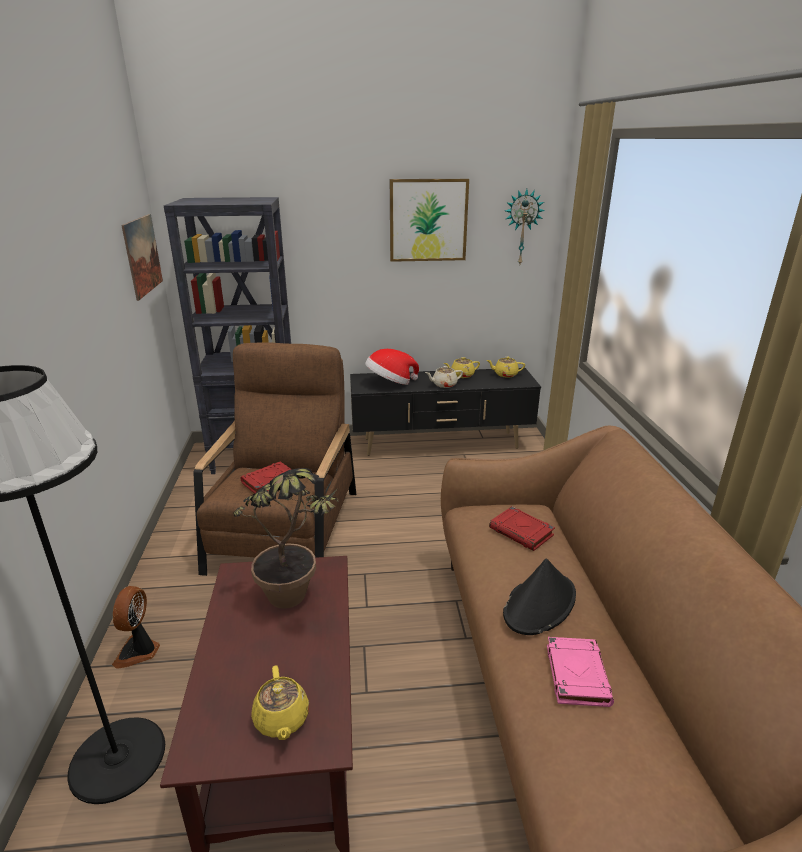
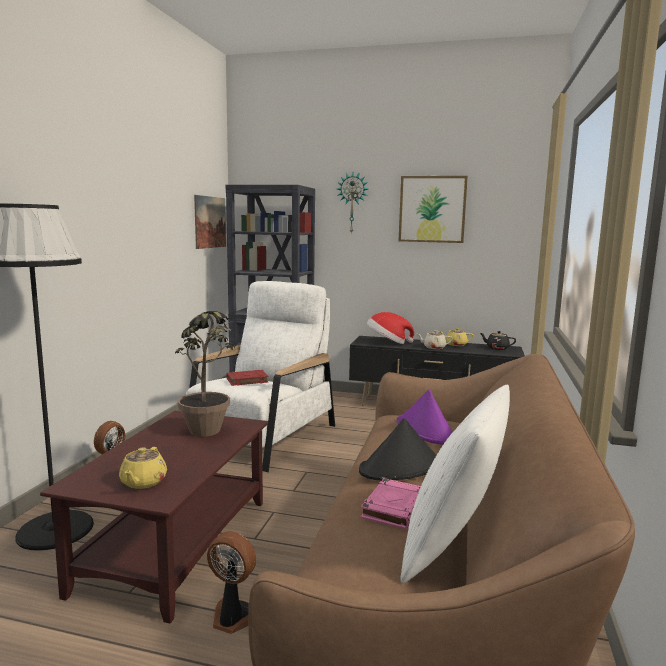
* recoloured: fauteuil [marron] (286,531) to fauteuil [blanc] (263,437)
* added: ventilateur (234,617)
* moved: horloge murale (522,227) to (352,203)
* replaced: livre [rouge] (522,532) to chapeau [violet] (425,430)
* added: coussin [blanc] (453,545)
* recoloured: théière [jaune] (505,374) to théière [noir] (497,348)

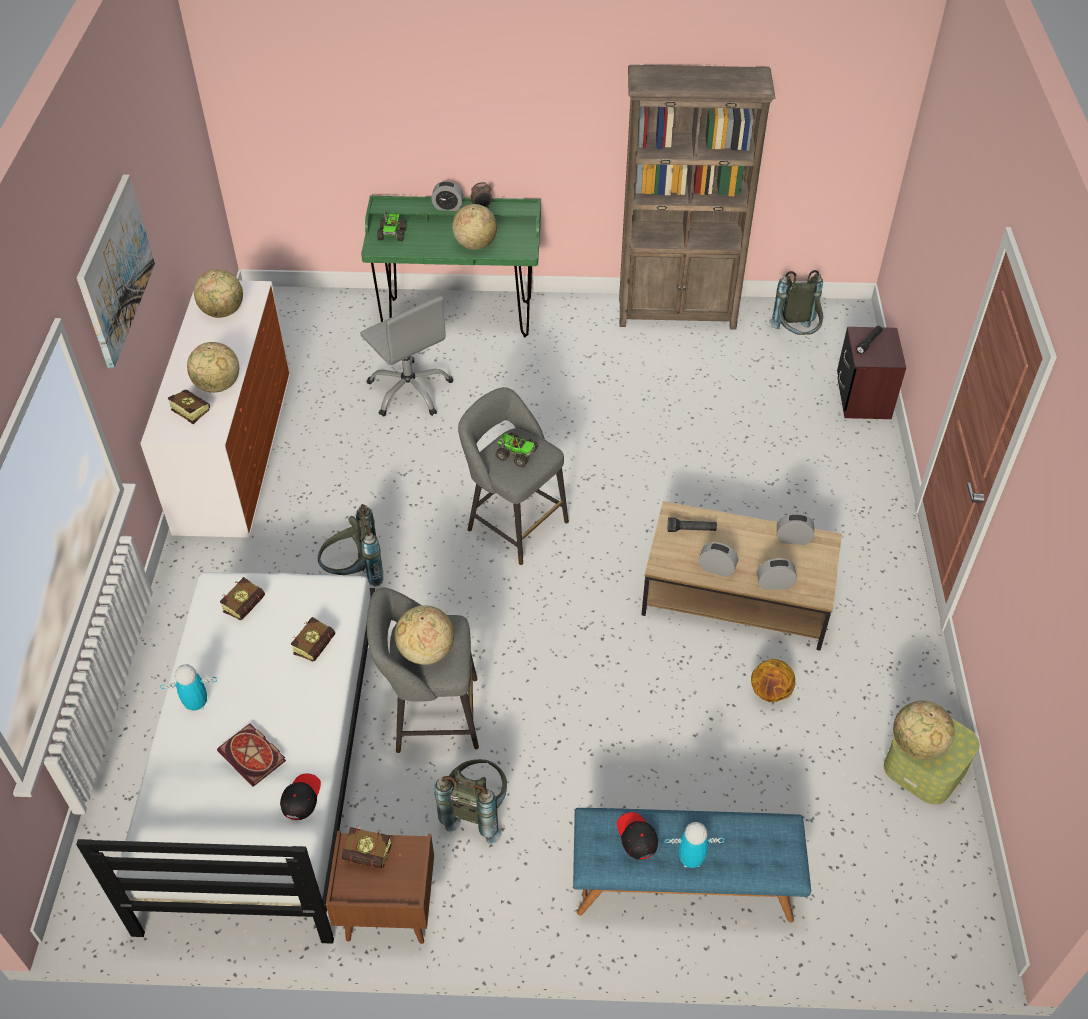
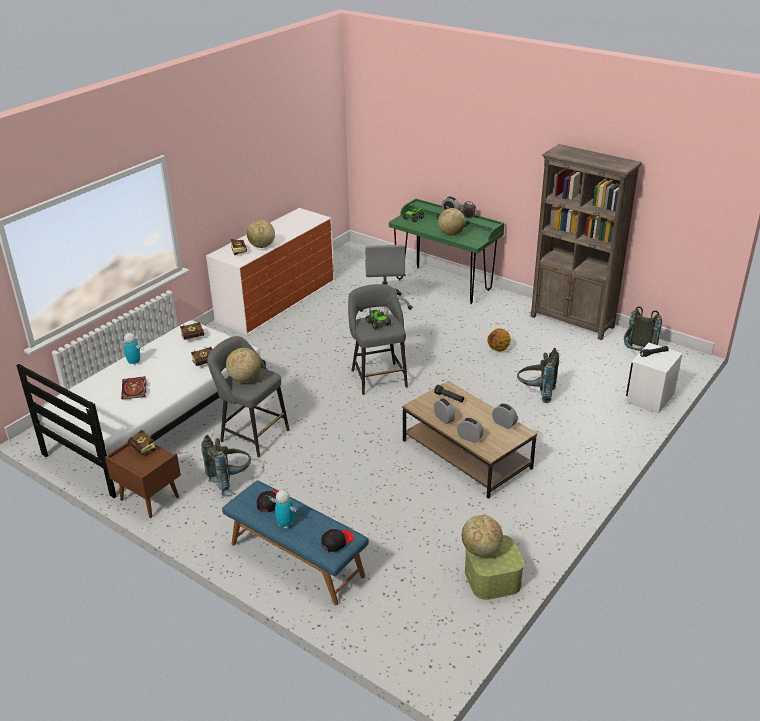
* moved: casquette [noir] (301,798) to (337,542)
* moved: ballon de basket (770,692) to (498,349)
* moved: sac à dos [gris] (354,573) to (536,393)
* recoloured: table de chevet [marron] (863,398) to table de chevet [blanc] (649,398)
* removed: tableau (115,270)
* removed: globe (223,312)

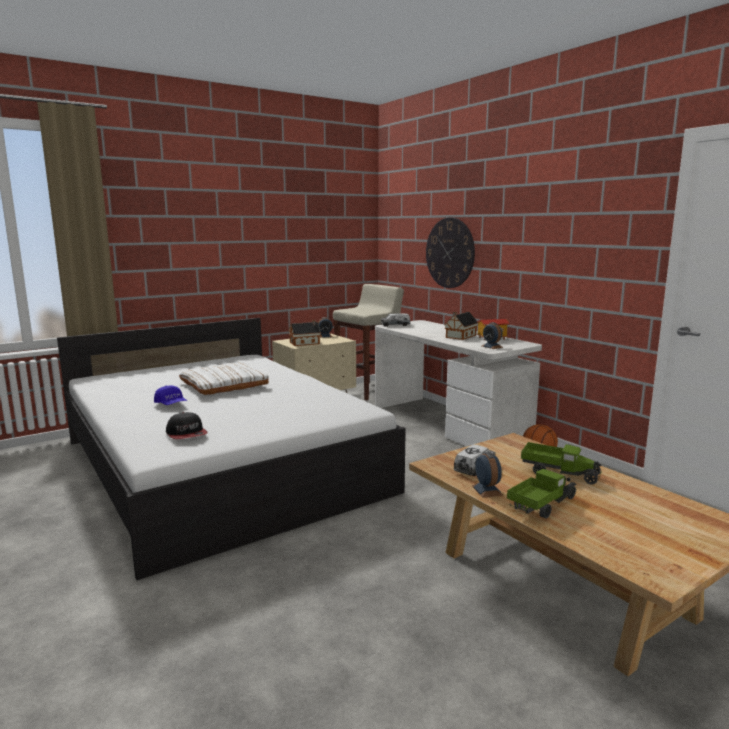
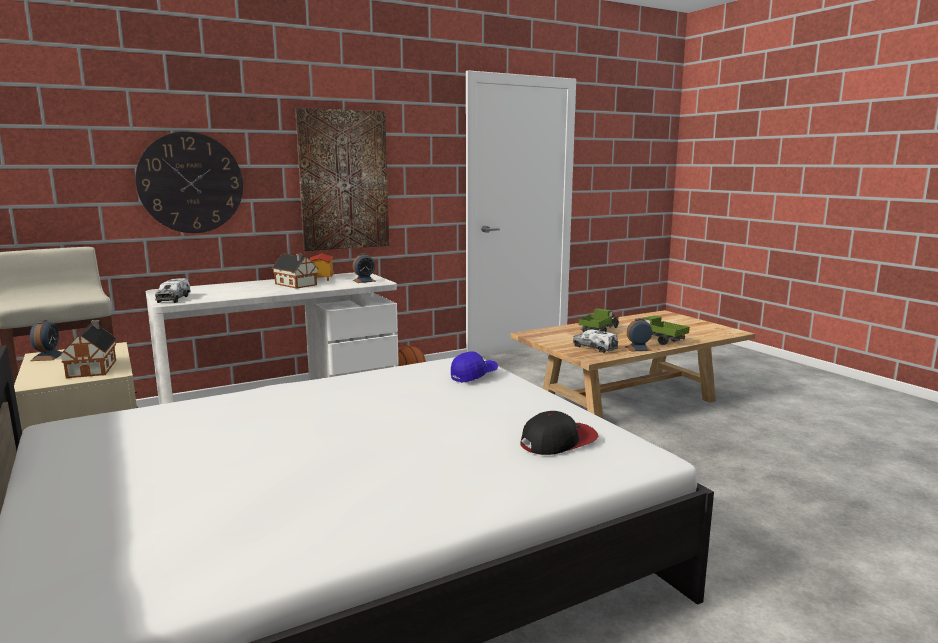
* added: tableau (343,180)
* moved: casquette [bleu] (171,404) to (474,376)
* removed: coussin [blanc] (224,385)

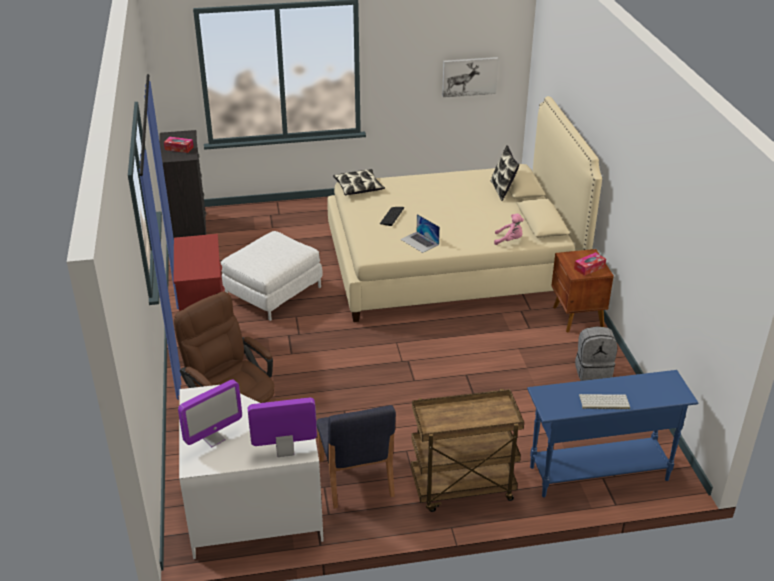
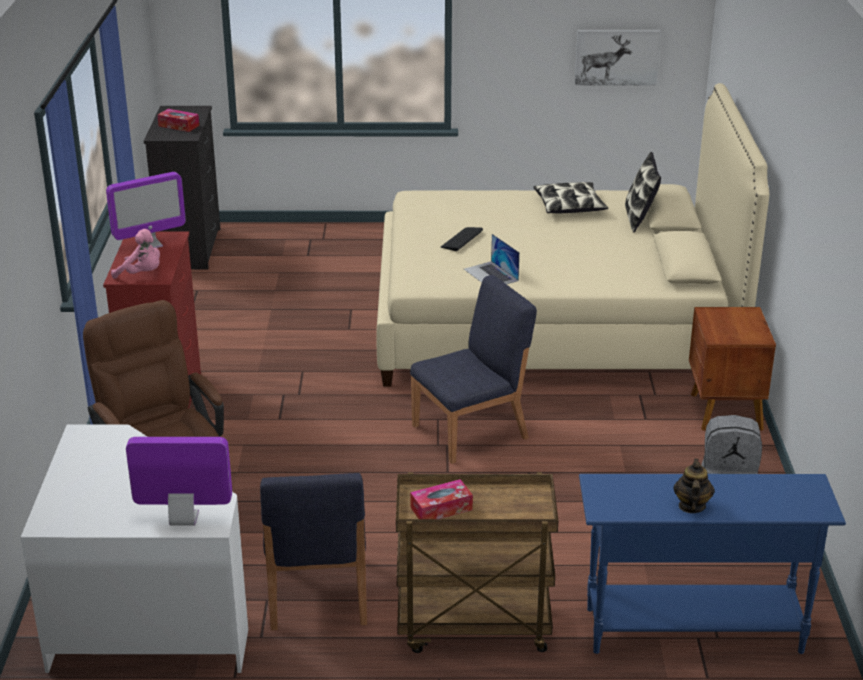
* moved: écran d'ordinateur (213,439) to (150,244)
* moved: peluche [rose] (509,240) to (141,274)
* added: chaise [bleu] (471,431)
* moved: boîte à mouchoirs (589,268) to (441,508)
* moved: coussin (358,187) to (569,206)
* replaced: clavier (603,402) to théière (691,506)
* removed: pouf [blanc] (273,292)

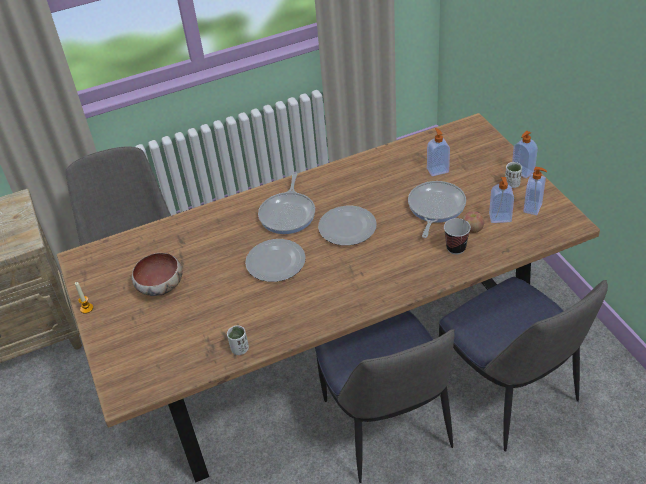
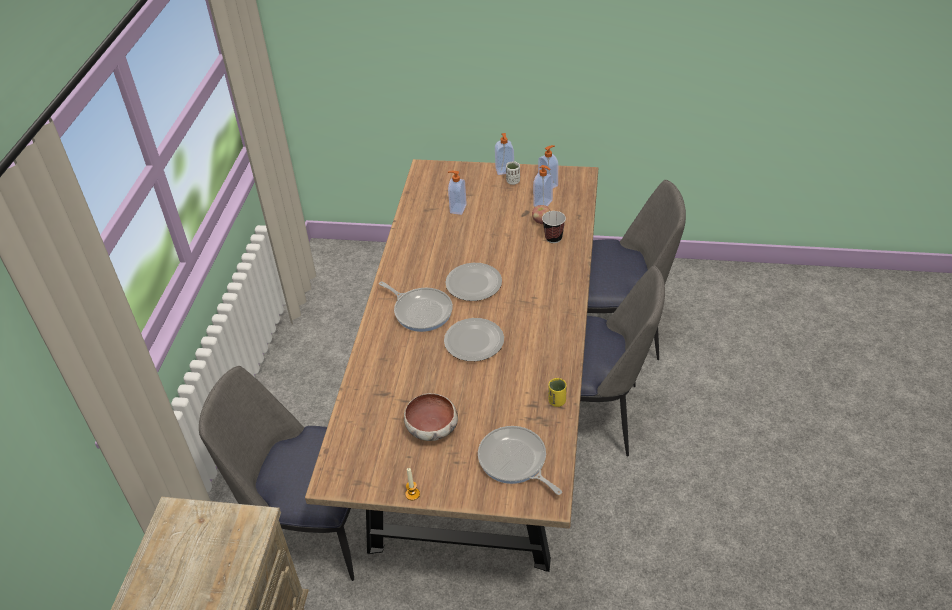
* moved: poêle (435,208) to (514,461)
* recoloured: tasse [blanc] (240,349) to tasse [jaune] (557,401)

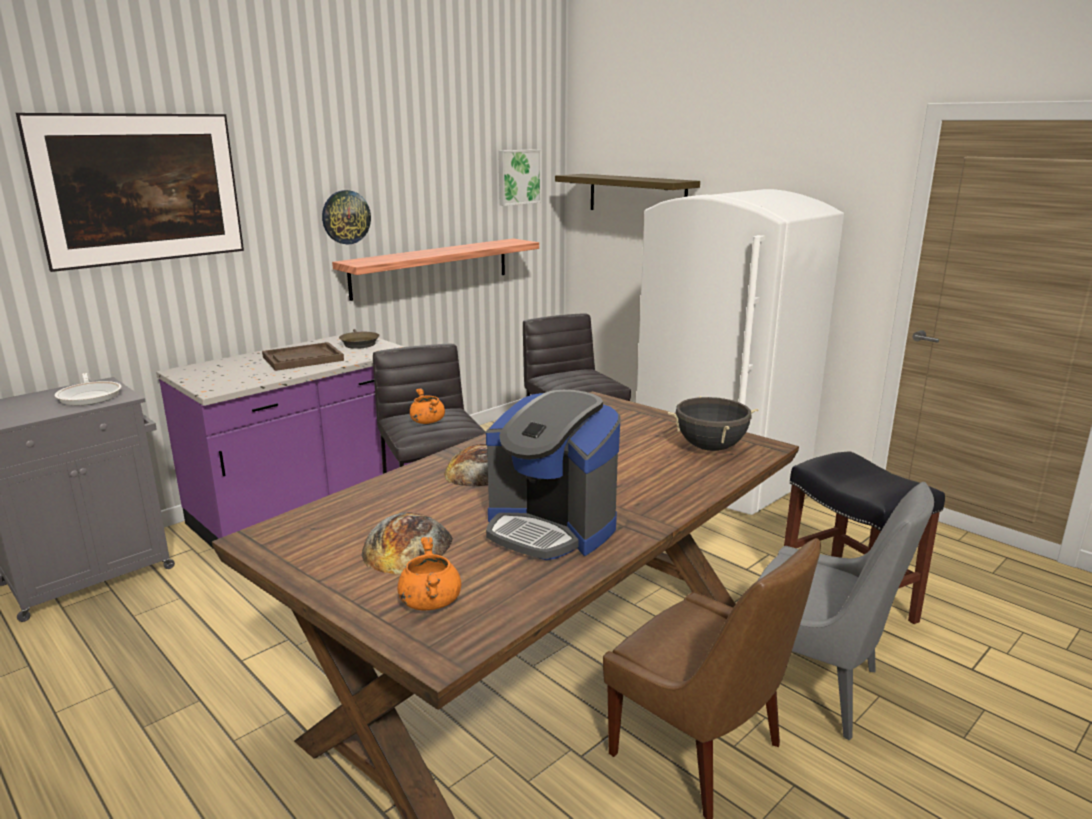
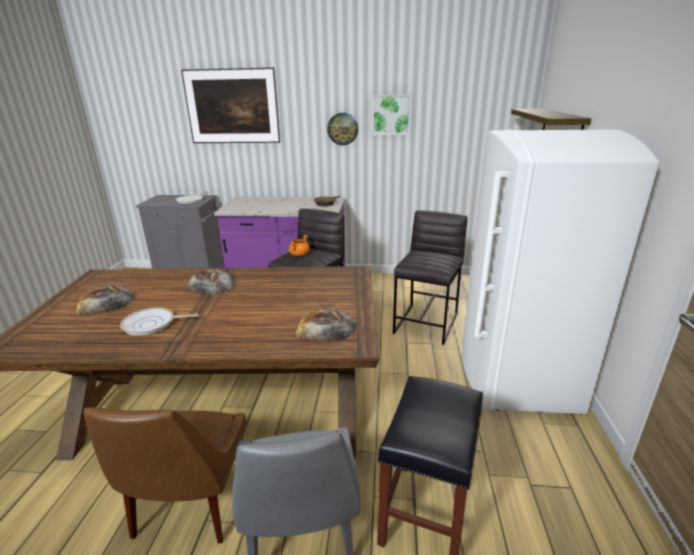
* replaced: machine à café (551,528) to poêle (152,325)
* replaced: marmite [noir] (710,448) to pain (326,328)
* moved: tableau (518,177) to (391,114)
* removed: plateau [marron] (303,359)
* removed: étagère (431,267)
* removed: marmite [orange] (429,601)

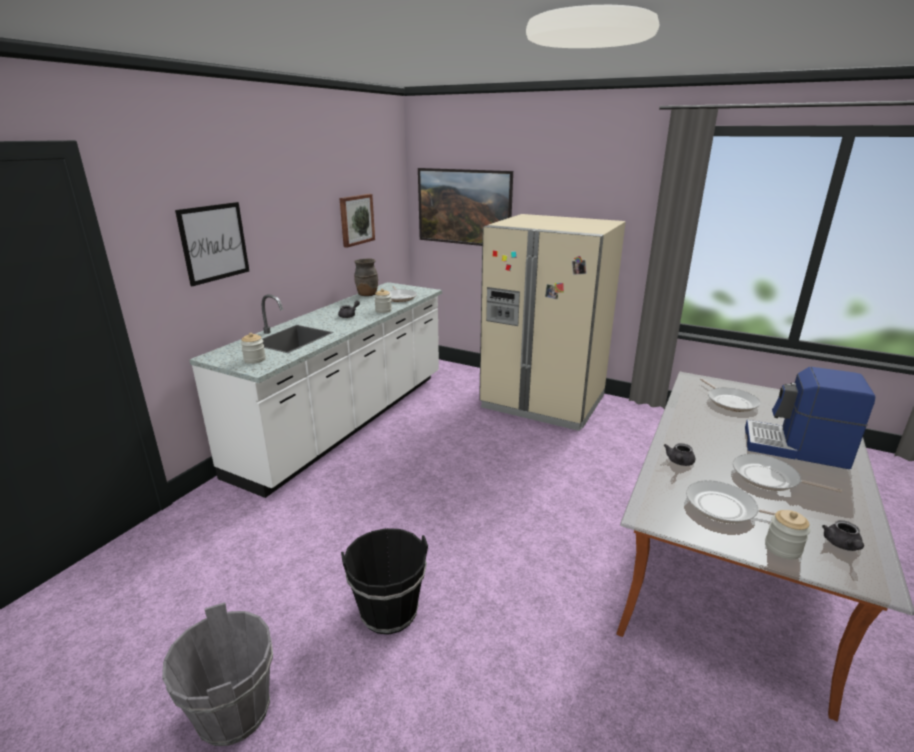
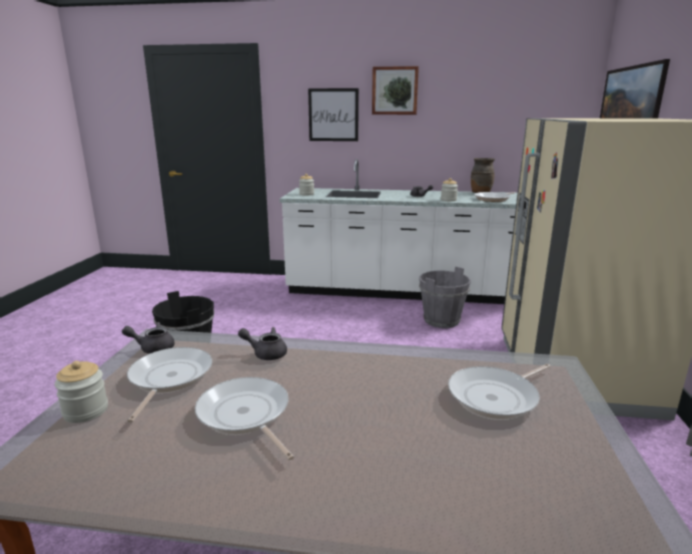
* moved: théière [gris] (842,545) to (153,348)
* turned: poêle (769,478) = (245,415) 45 degrees counterclockwise
* moved: tableau (356,220) to (394,91)
* moved: seau [gris] (233,712) to (441,320)
* removed: machine à café (796,448)

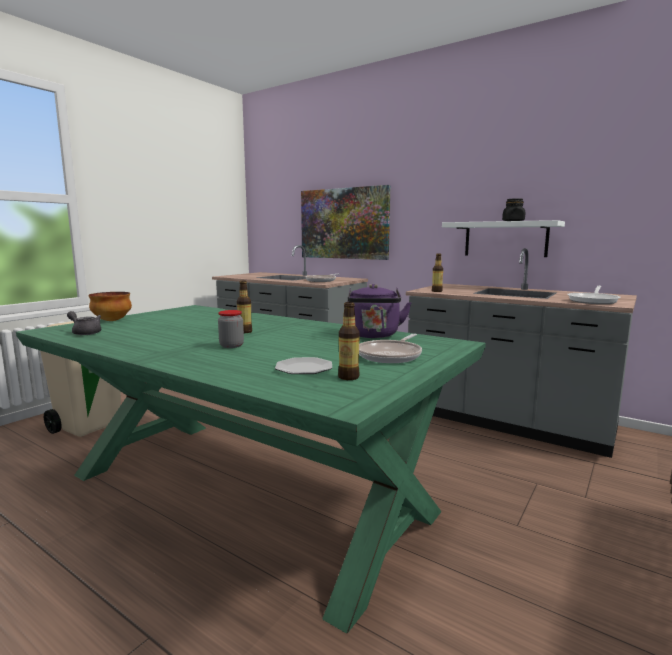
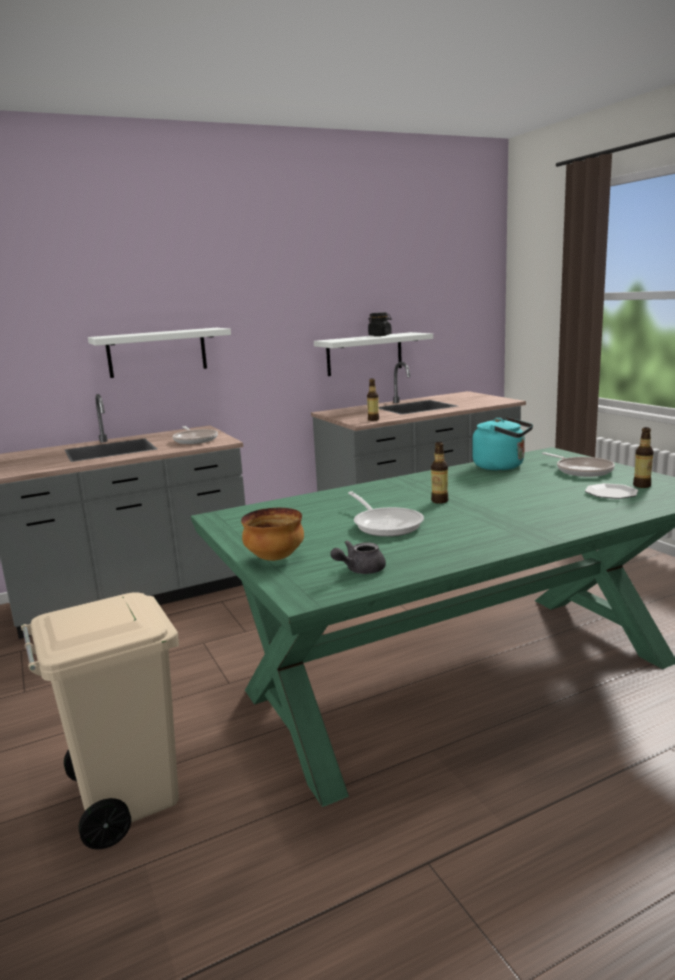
* replaced: tableau (344,223) to étagère [blanc] (157,352)
* moved: poêle (593,301) to (385,524)
* recoloured: bouilloire [violet] (373,335) to bouilloire [turquoise] (502,466)
* removed: bocal (231,346)

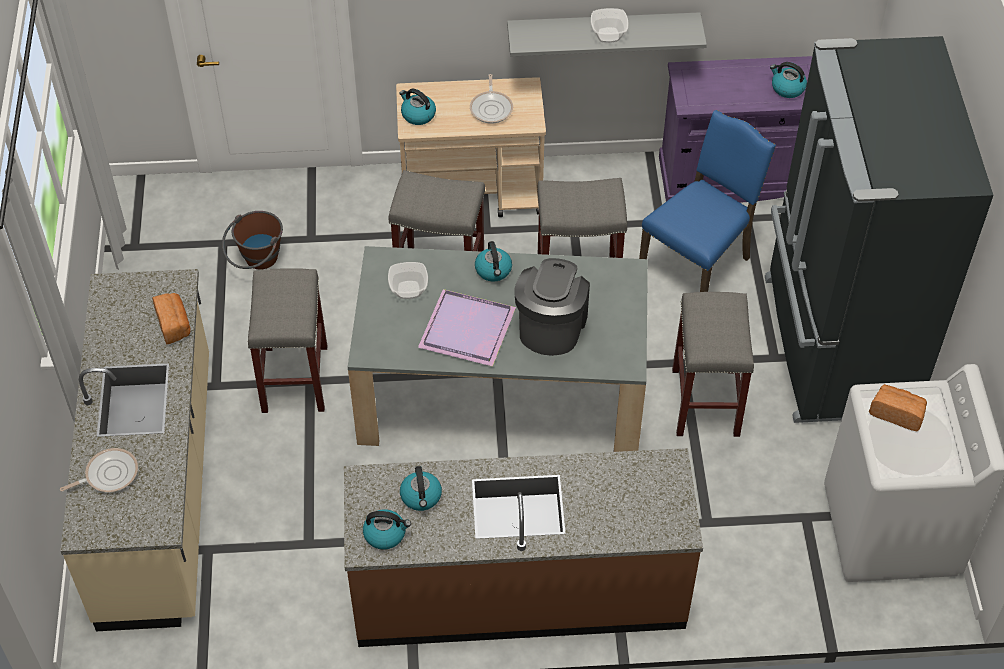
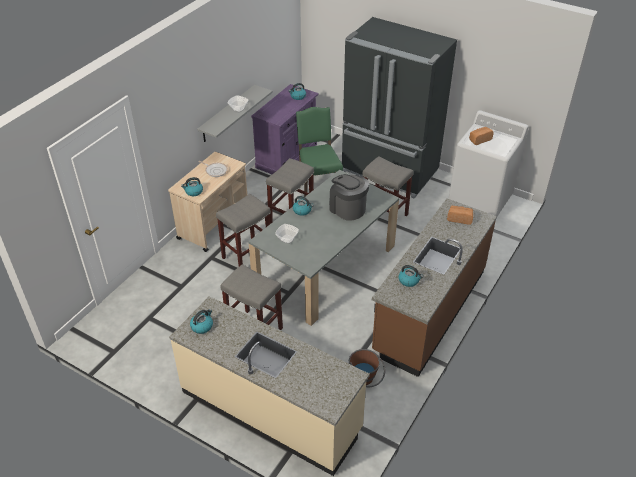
* moved: bouilloire (385,534) to (202,326)
* recoloured: chaise [bleu] (698,264) to chaise [vert] (318,184)
* moved: seau [marron] (257,261) to (365,380)
* moved: pain (174,324) to (459,219)
* removed: poêle (108,474)
* removed: plateau [violet] (468,331)

